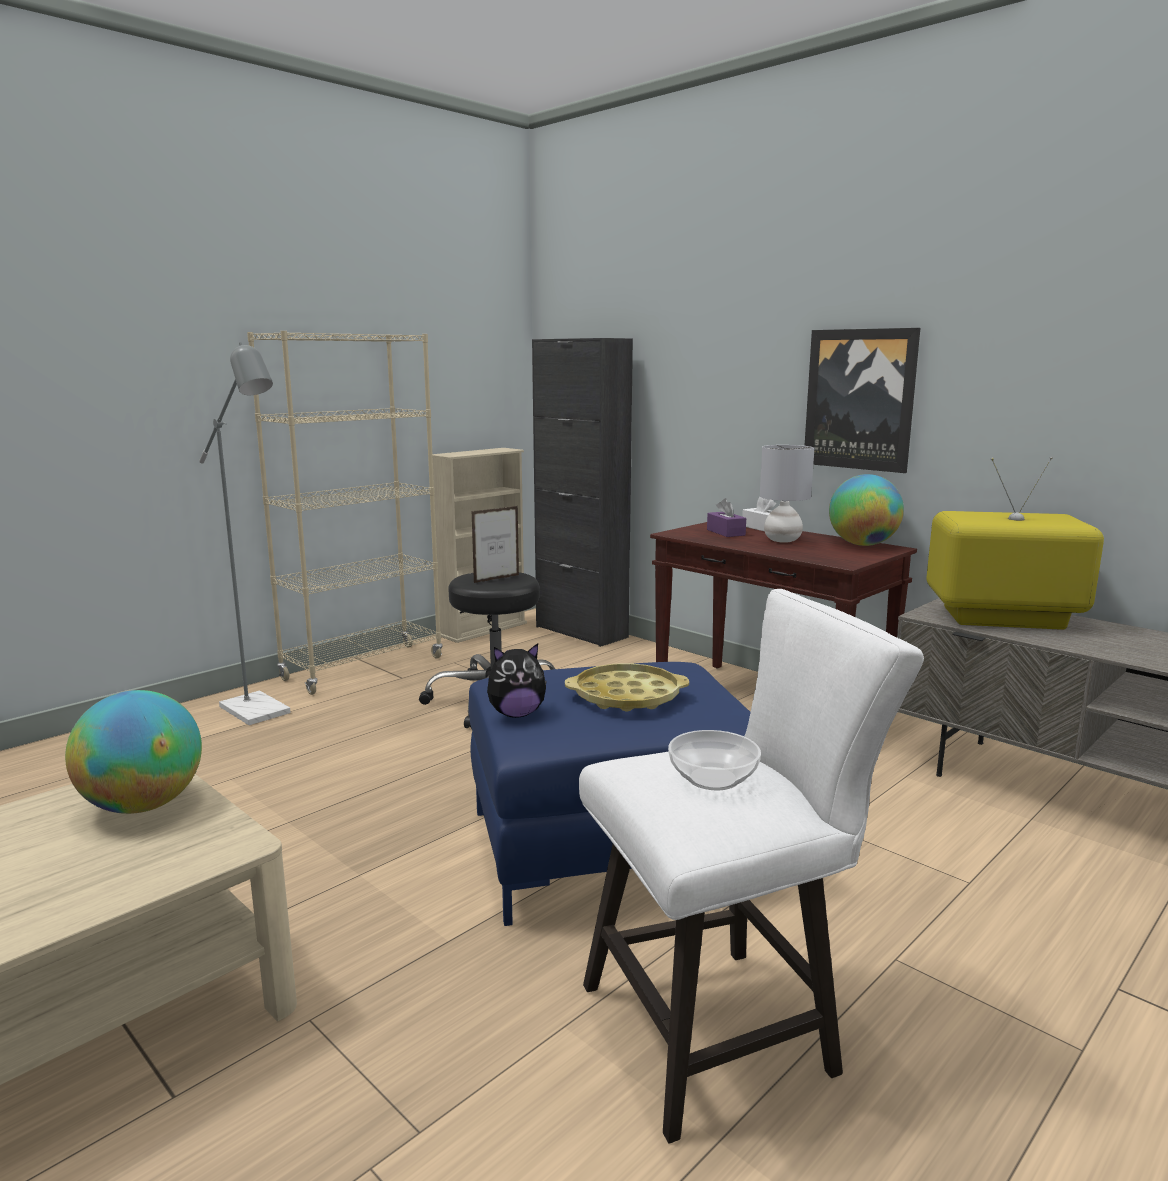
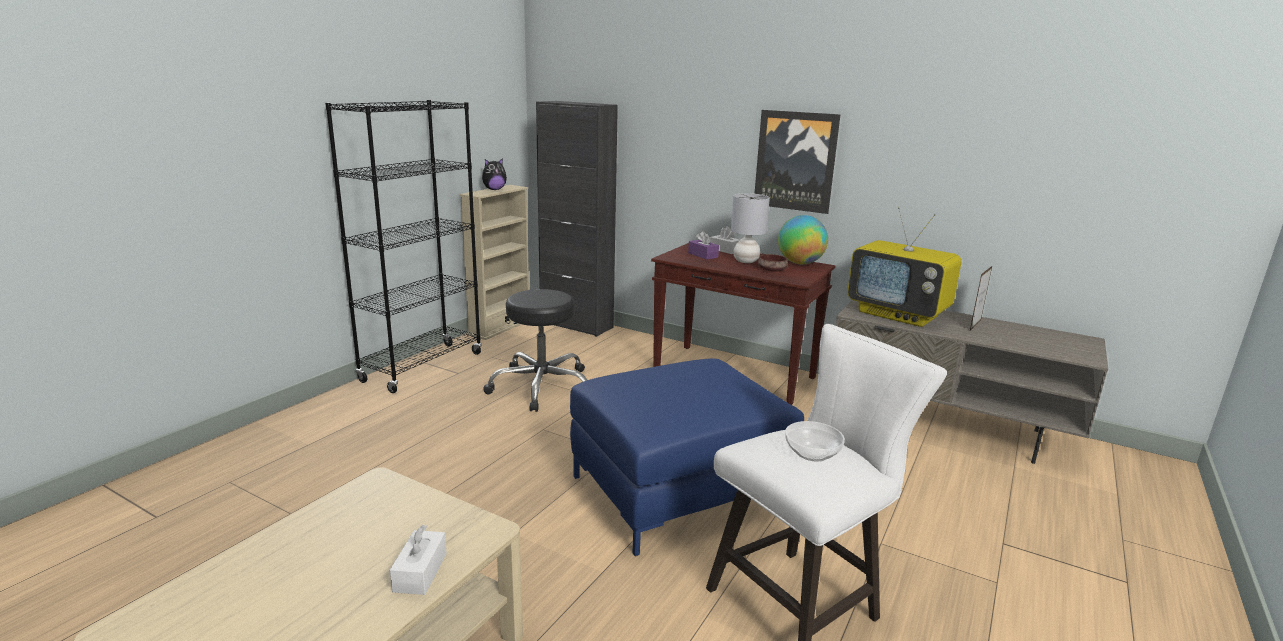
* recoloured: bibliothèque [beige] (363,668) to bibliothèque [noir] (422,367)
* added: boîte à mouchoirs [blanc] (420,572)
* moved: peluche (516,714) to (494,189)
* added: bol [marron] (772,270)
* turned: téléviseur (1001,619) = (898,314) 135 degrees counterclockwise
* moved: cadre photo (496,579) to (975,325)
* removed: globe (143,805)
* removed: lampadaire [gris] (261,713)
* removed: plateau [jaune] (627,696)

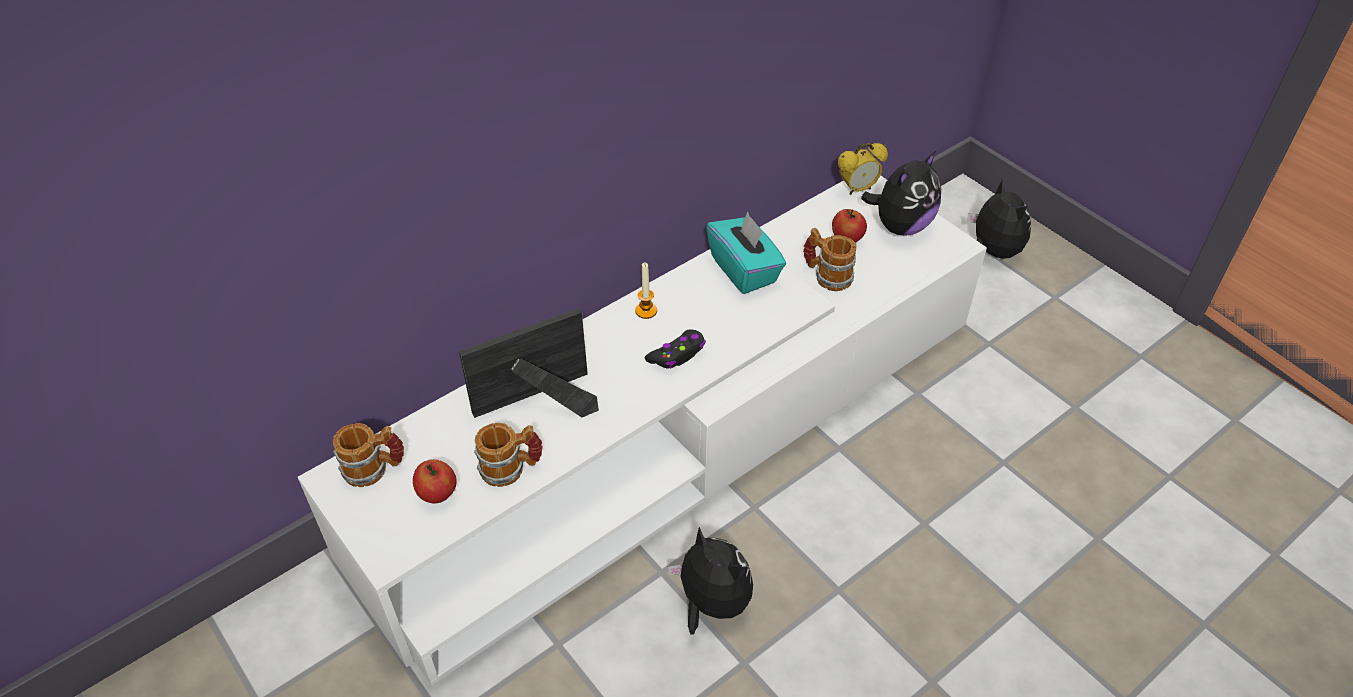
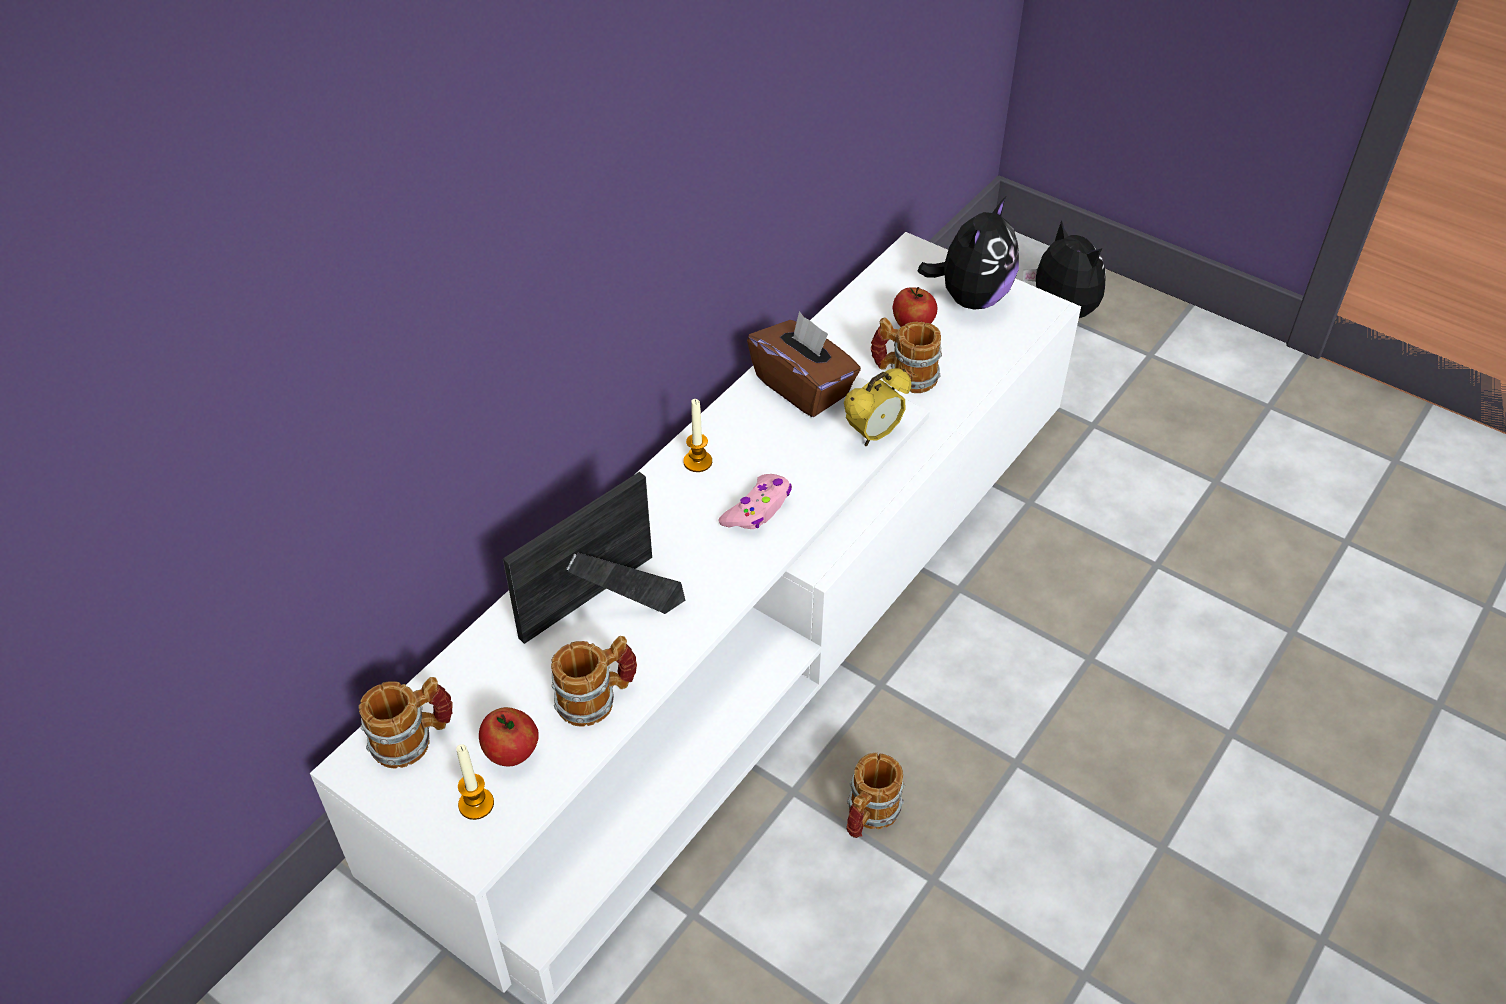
* added: bougie (476,804)
* recoloured: manette [noir] (677,354) to manette [rose] (758,509)
* recoloured: boîte à mouchoirs [turquoise] (744,270) to boîte à mouchoirs [marron] (803,387)
* moved: réveil (857,189) to (874,435)
* replaced: peluche (711,603) to mug (868,816)

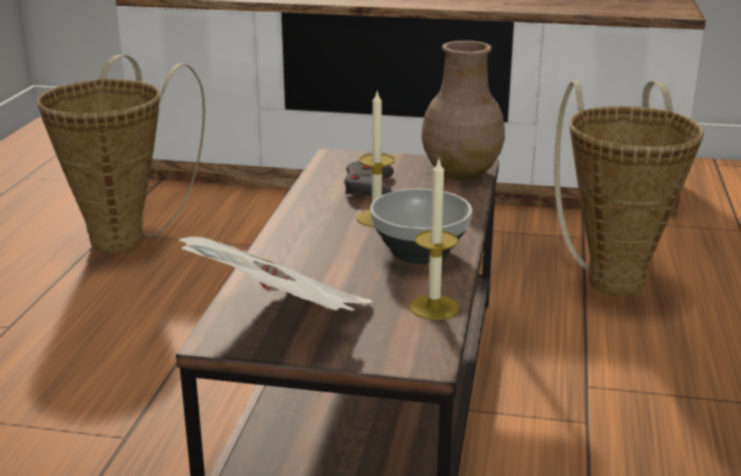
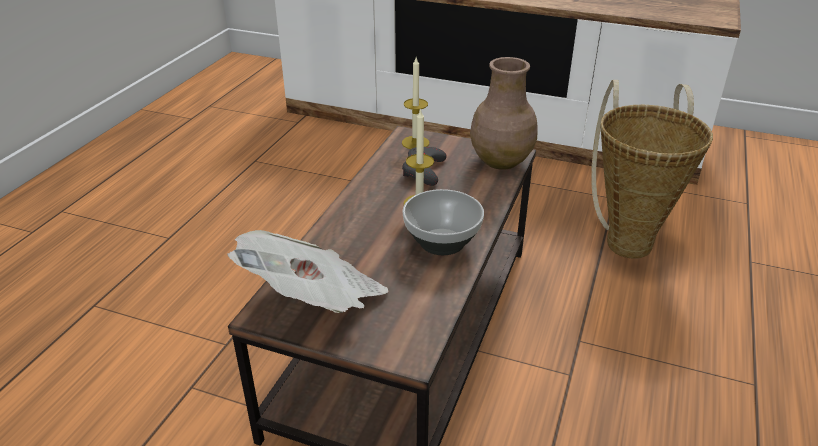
* moved: bougie (434,307) to (415,143)
* removed: panier (127,238)

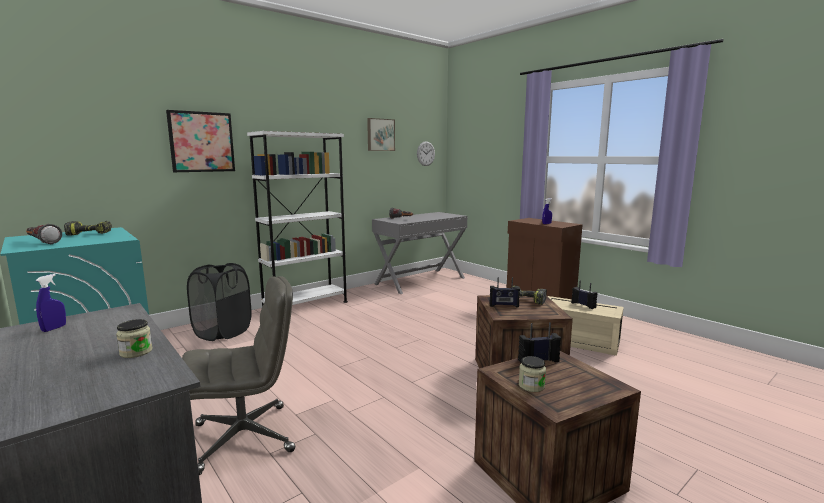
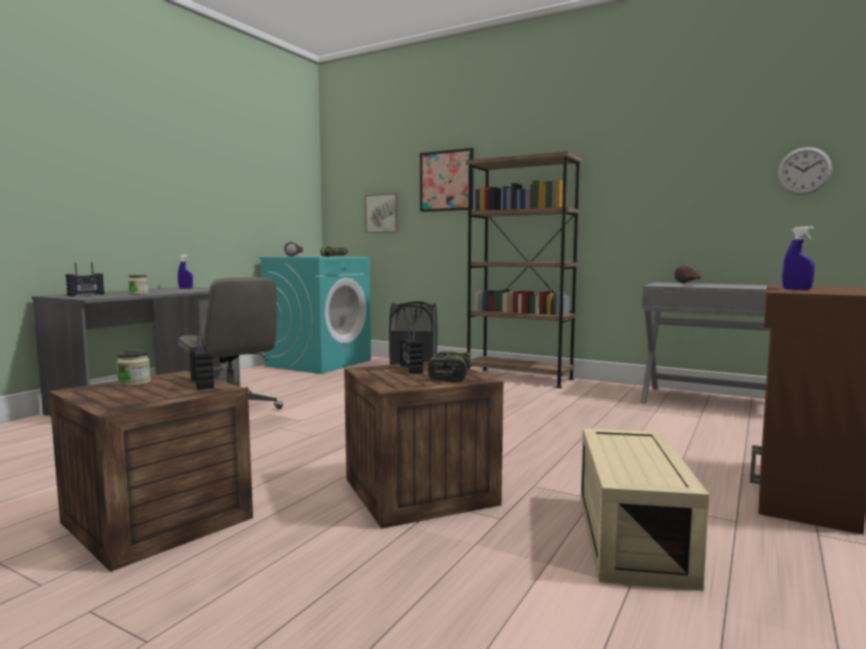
* moved: radio (583,305) to (86,295)
* moved: tableau (380,135) to (383,213)
* recoloured: bibliothèque [blanc] (305,305) to bibliothèque [marron] (519,378)

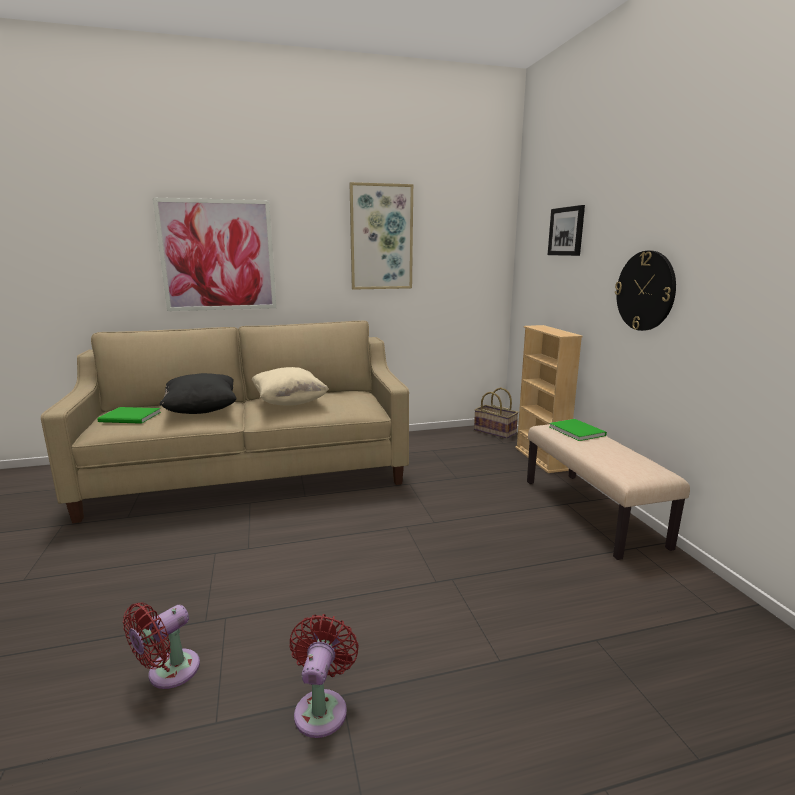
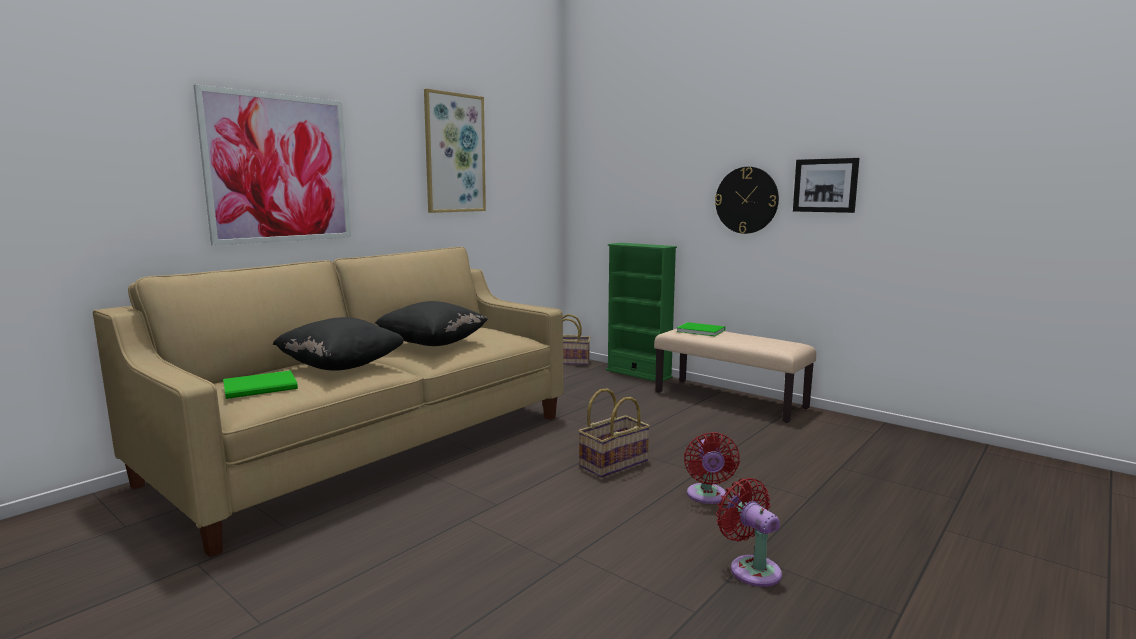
* recoloured: coussin [beige] (289,403) to coussin [noir] (433,344)
* added: panier (613,463)
* recoloured: bibliothèque [beige] (540,458) to bibliothèque [vert] (638,374)
* moved: ventilateur [rouge] (169,673) to (707,496)
* moved: tableau (566,231) to (825,185)

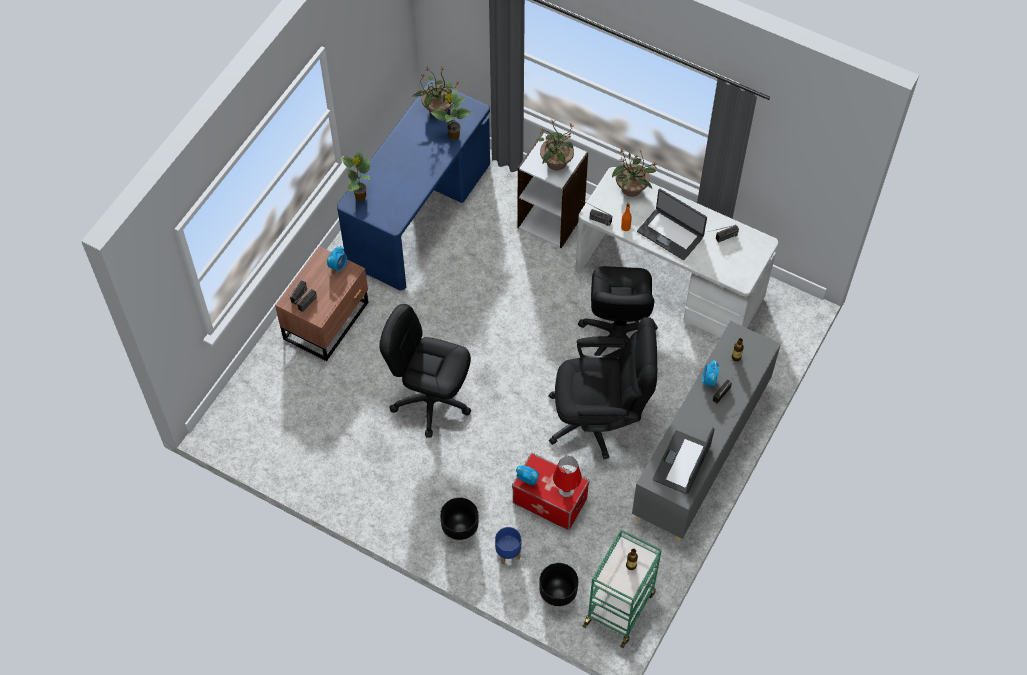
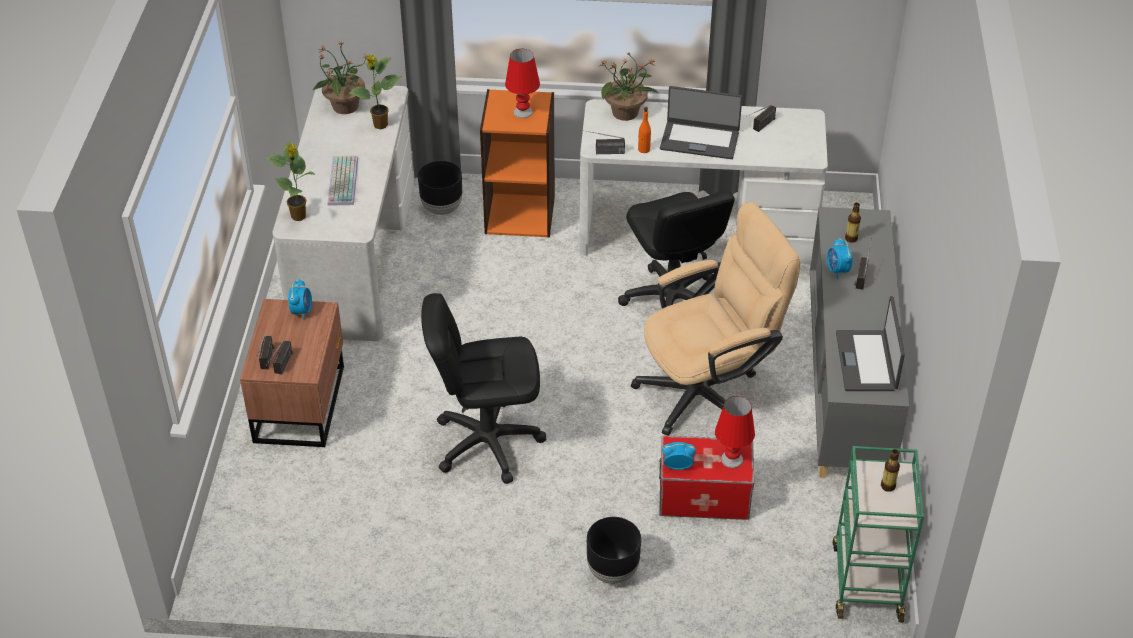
* recoloured: bureau [bleu] (418,212) to bureau [blanc] (354,256)
* added: clavier (341,180)
* moved: cache-pot [noir] (558,595) to (442,208)
* recoloured: bibliothèque [blanc] (551,219) to bibliothèque [orange] (520,214)
* replaced: plante en pot (556,162) to lampe de table [rouge] (522,112)
* recoloured: chaise de bureau [noir] (600,420) to chaise de bureau [beige] (708,390)
* removed: cache-pot [bleu] (508,553)

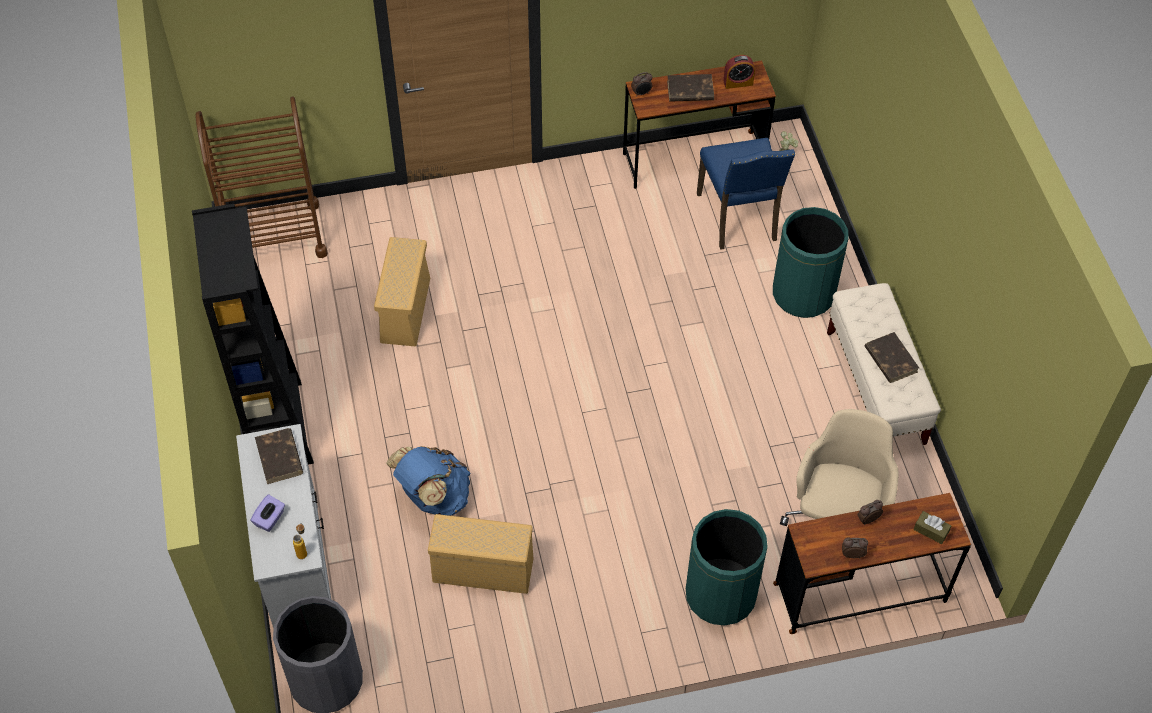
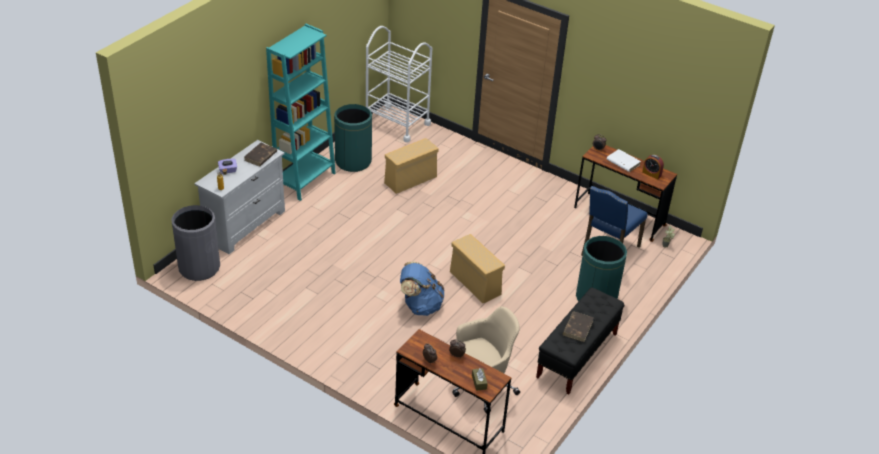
* recoloured: bibliothèque [noir] (278,427) to bibliothèque [turquoise] (305,181)
* moved: poubelle [vert] (720,595) to (353,161)
* recoloured: chariot [marron] (274,236) to chariot [blanc] (397,123)
* moved: sac à dos [bleu] (433,497) to (420,305)
* moved: boîte de rangement [beige] (484,570) to (476,283)
* recoloured: banc [beige] (875,388) to banc [noir] (577,356)
* recoloured: livre [marron] (689,90) to livre [blanc] (623,162)

